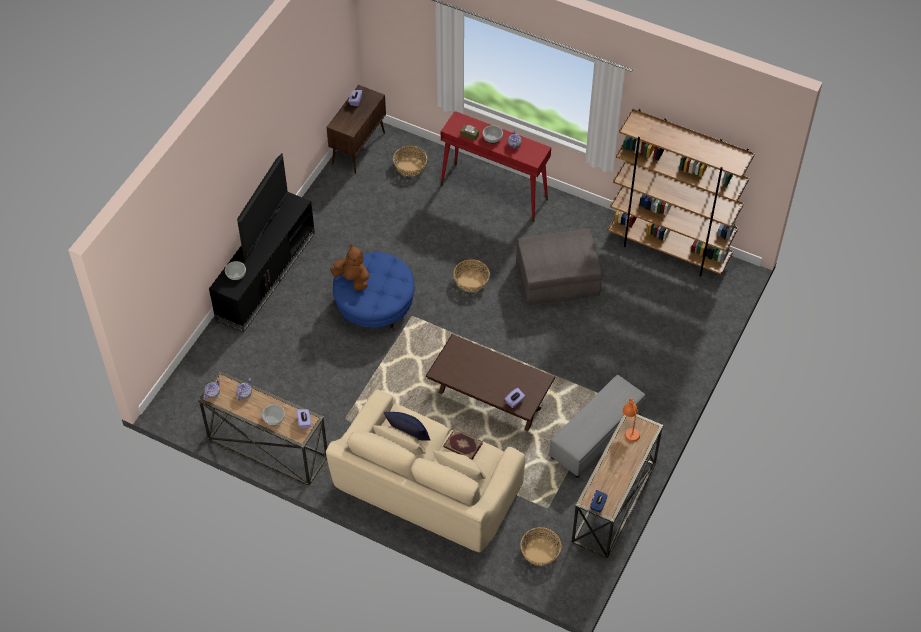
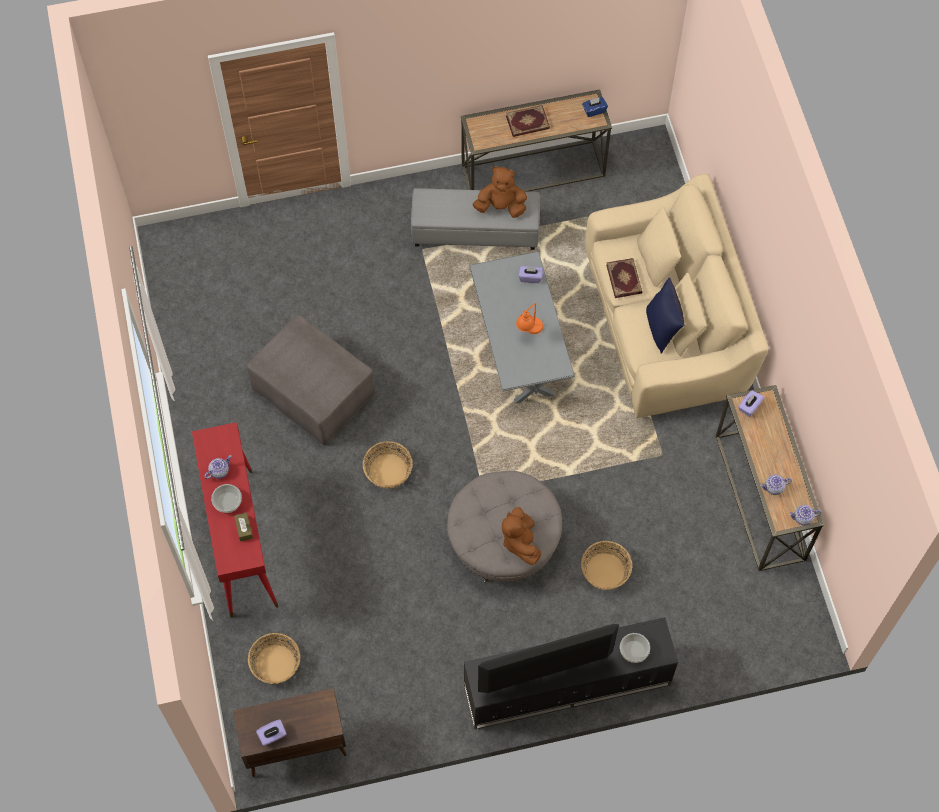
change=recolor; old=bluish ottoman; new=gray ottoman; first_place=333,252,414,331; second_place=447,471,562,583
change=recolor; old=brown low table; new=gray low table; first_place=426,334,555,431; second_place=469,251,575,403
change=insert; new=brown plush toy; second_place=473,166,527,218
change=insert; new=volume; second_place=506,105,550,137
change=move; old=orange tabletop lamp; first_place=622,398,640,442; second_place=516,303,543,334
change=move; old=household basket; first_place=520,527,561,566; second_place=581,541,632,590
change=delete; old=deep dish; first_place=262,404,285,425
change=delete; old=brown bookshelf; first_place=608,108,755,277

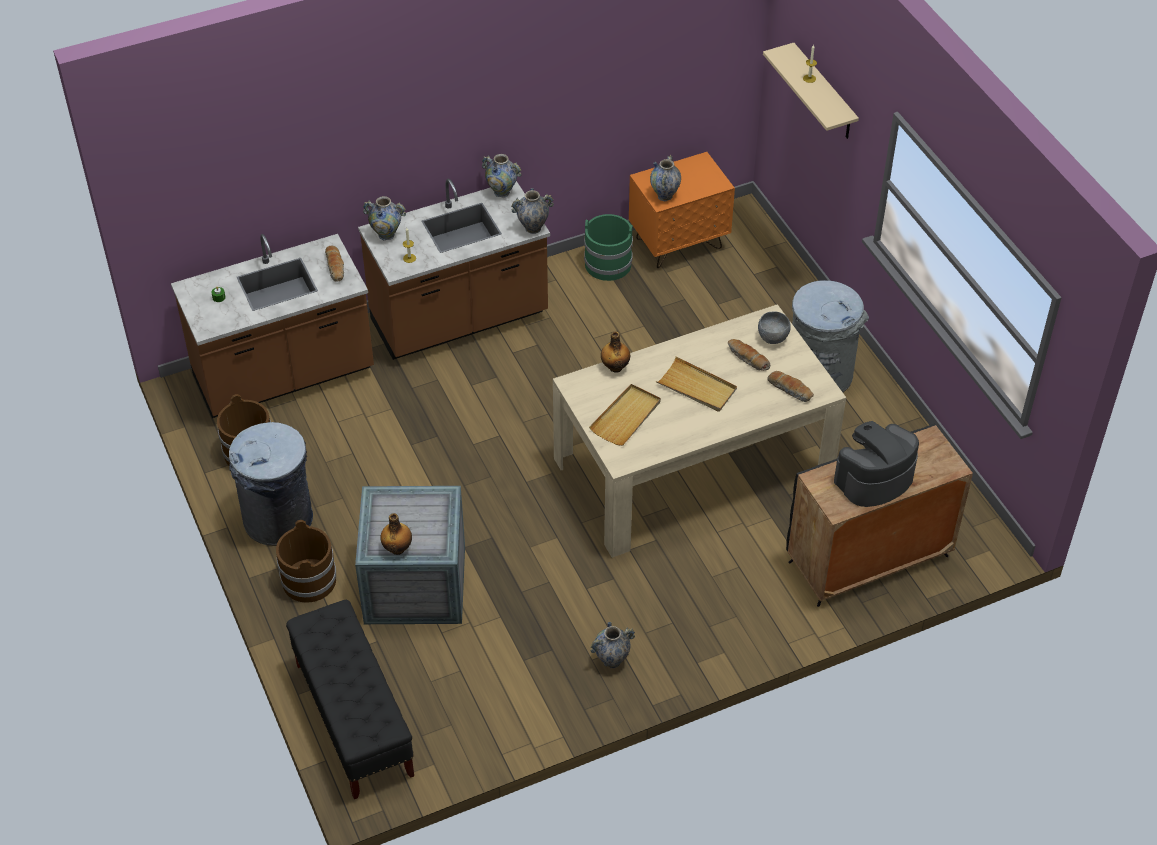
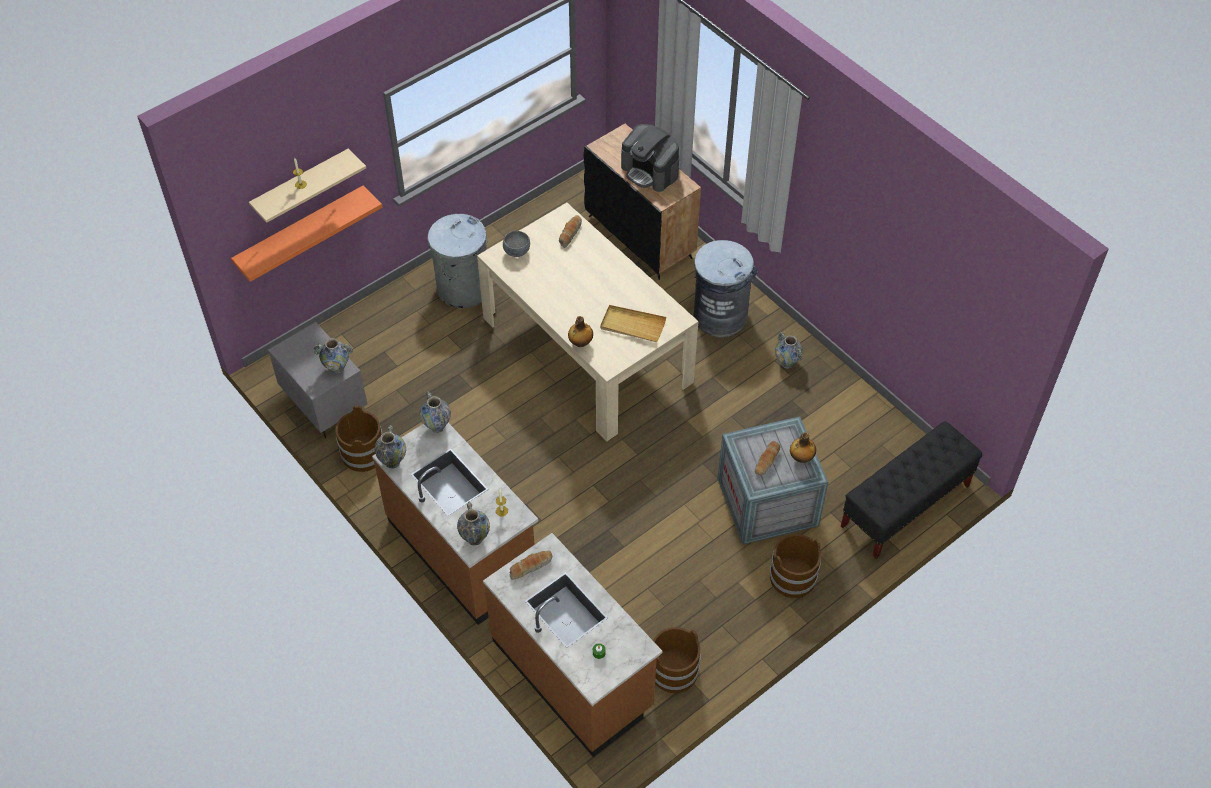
change=insert; new=orange bracket shelf; second_place=231,185,383,282
change=recolor; old=orange nightstand; new=gray nightstand; first_place=629,152,735,268; second_place=268,322,367,438
change=recolor; old=green water bucket; new=brown water bucket; first_place=584,214,633,281; second_place=335,406,383,472
change=move; old=gray trash can; first_place=229,422,313,546; second_place=694,240,758,337
change=move; old=bakery bread; first_place=728,339,770,371; second_place=755,441,780,475
change=delete; old=beige serving tray; first_place=656,357,737,412

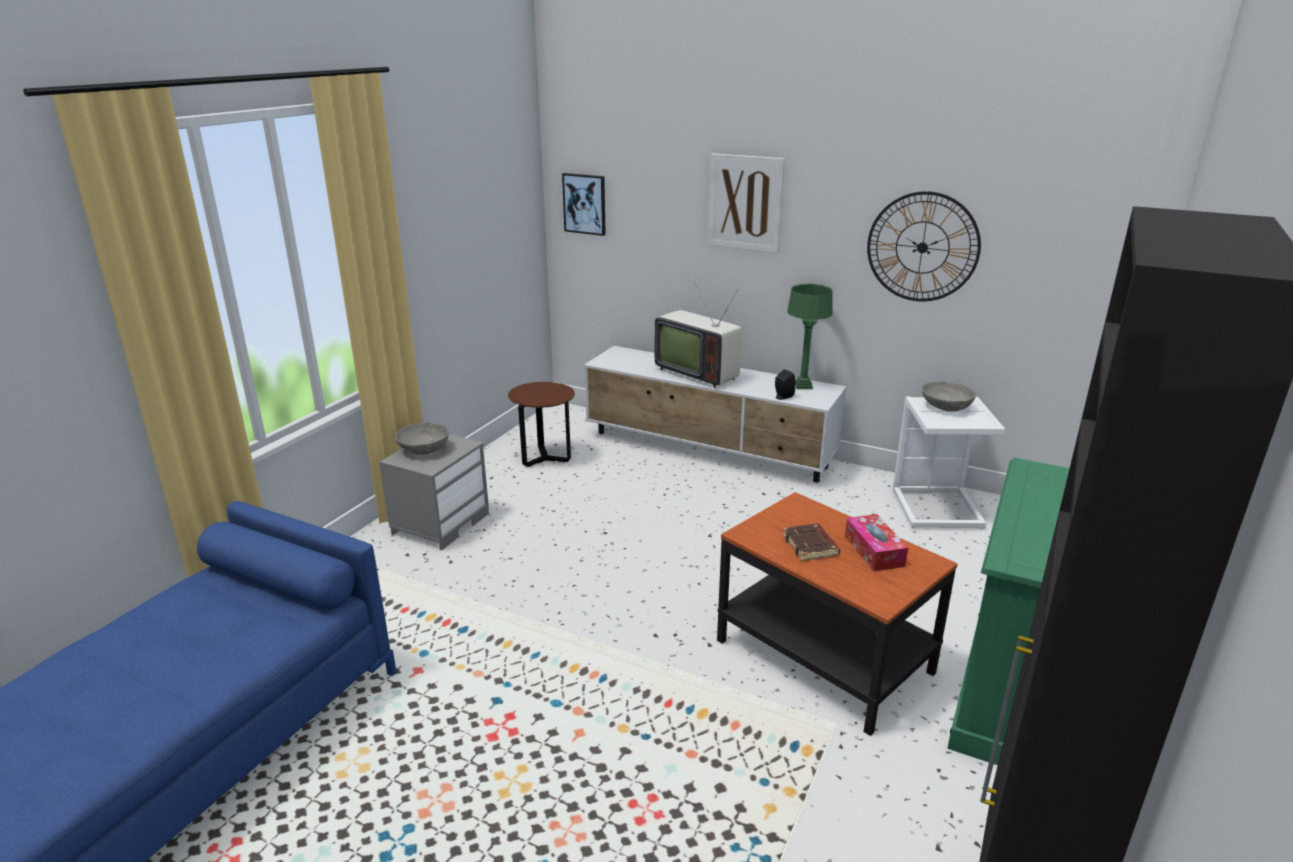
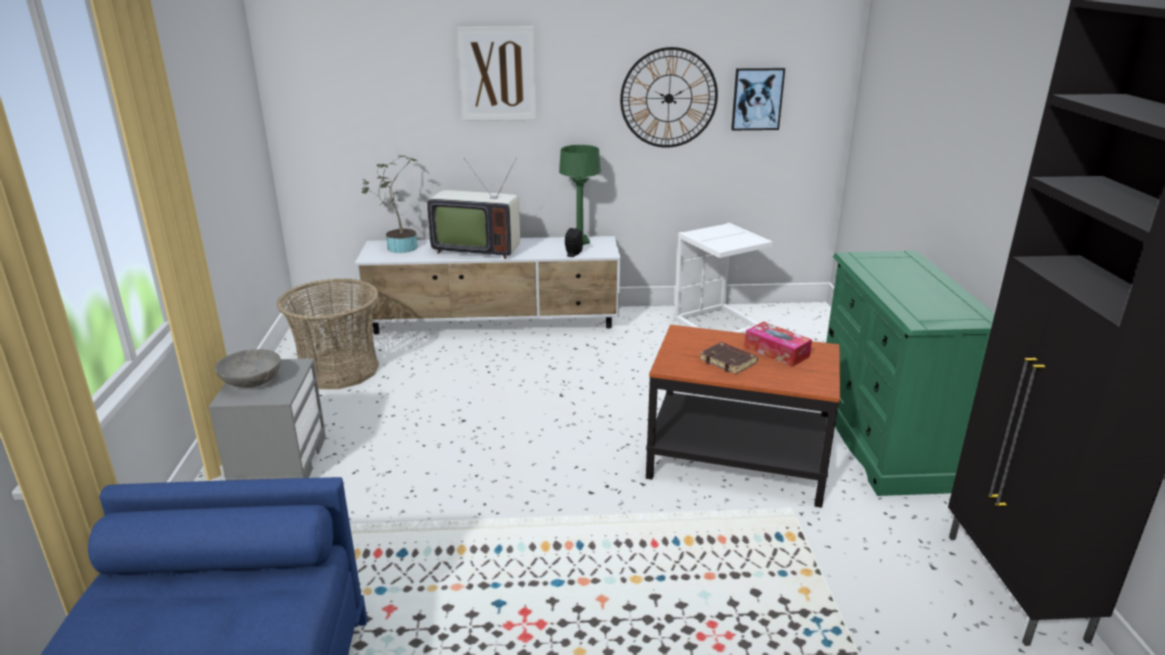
change=replace; old=brown accent table; new=household basket; first_place=508,382,575,467; second_place=277,278,379,389
change=insert; new=houseplant; second_place=362,155,418,253
change=move; old=wall art; first_place=562,173,606,236; second_place=731,68,785,130
change=delete; old=gray deep dish; first_place=922,381,976,412

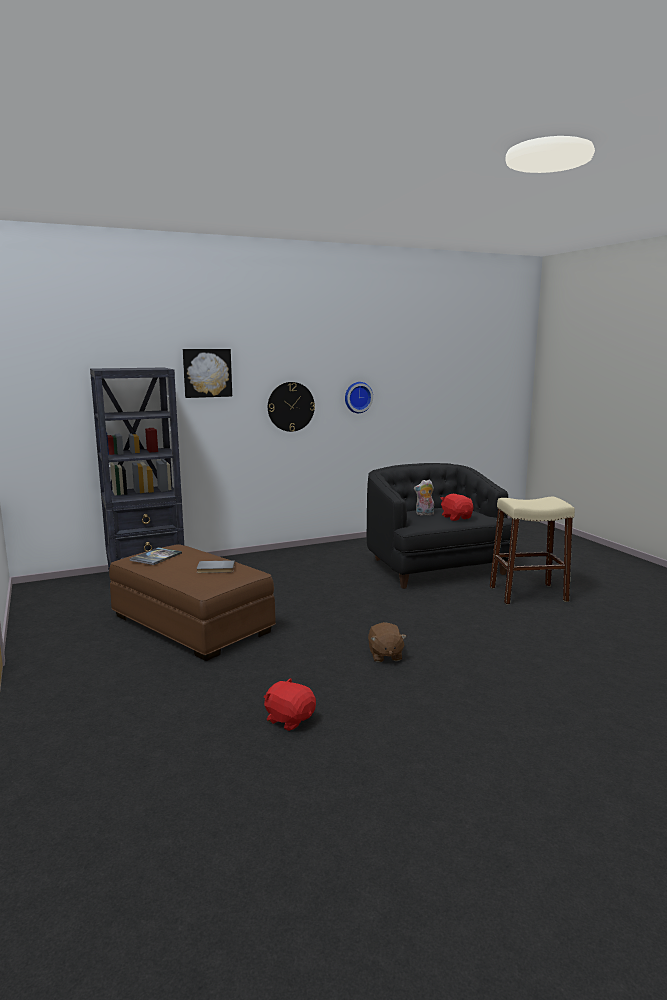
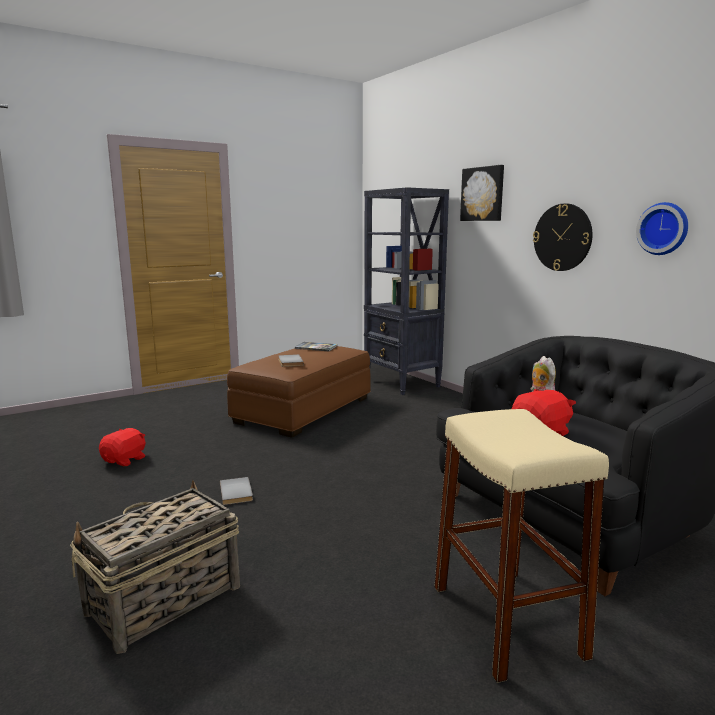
change=insert; new=household basket; second_place=70,480,240,654
change=replace; old=brown plush toy; new=gray volume; first_place=368,622,407,662; second_place=220,477,253,505

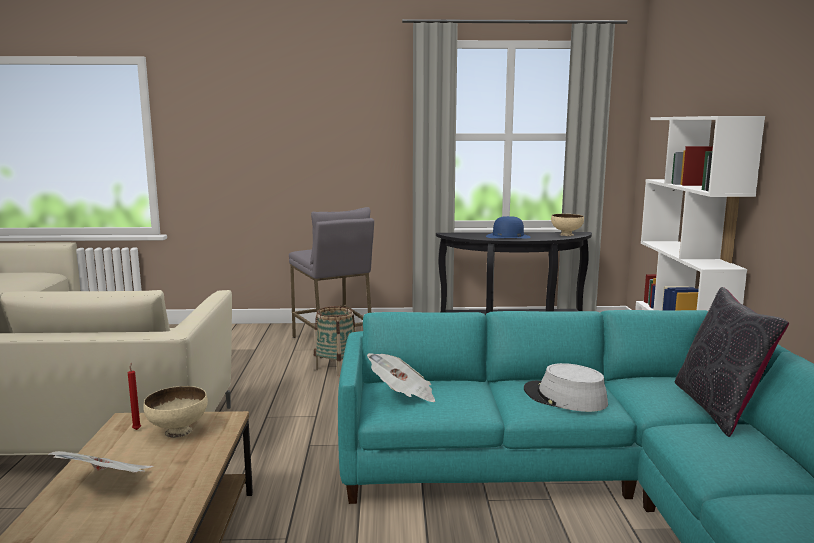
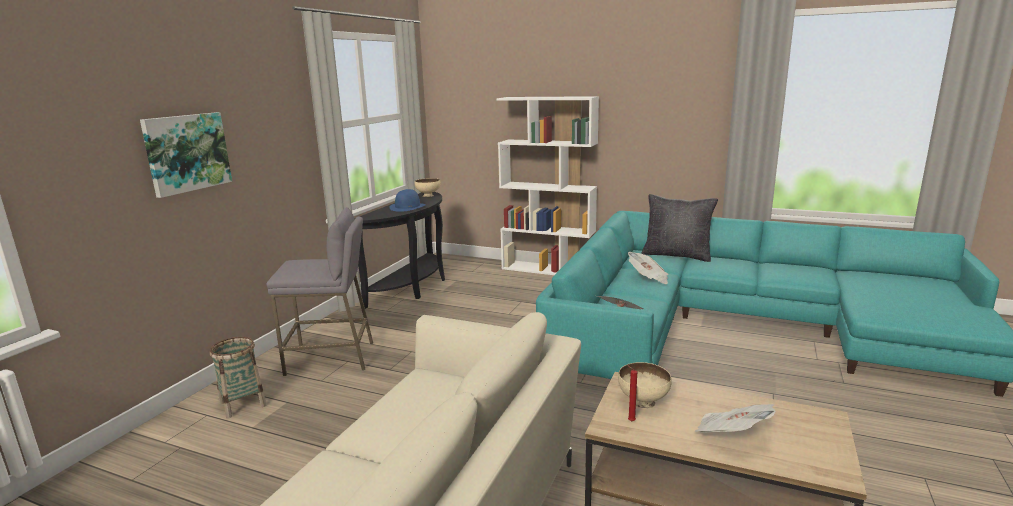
change=insert; new=wall art; second_place=140,112,232,198
change=move; old=household basket; first_place=313,306,356,376; second_place=210,337,266,419
change=replace; old=gray wearable hat; new=printed paper; first_place=524,363,608,412; second_place=628,252,668,284

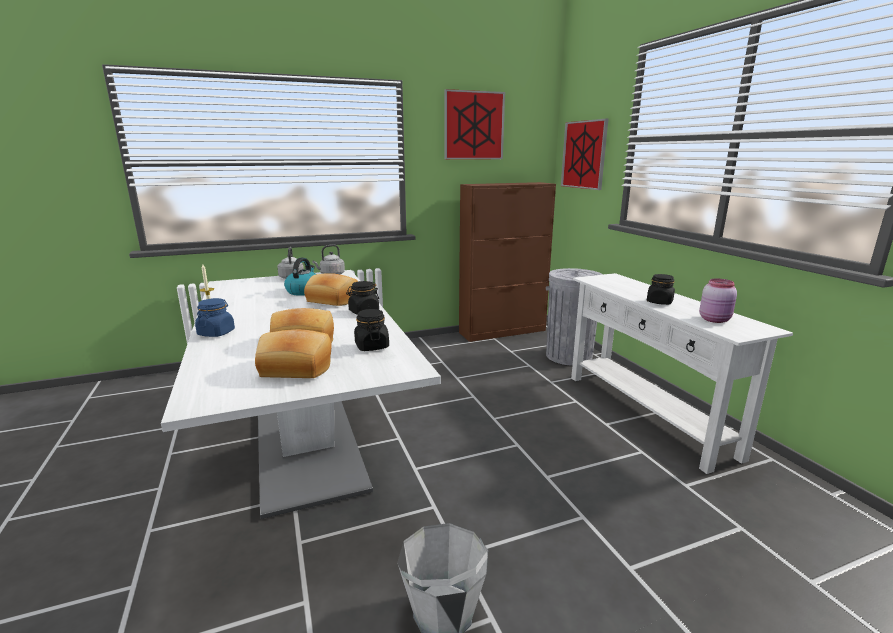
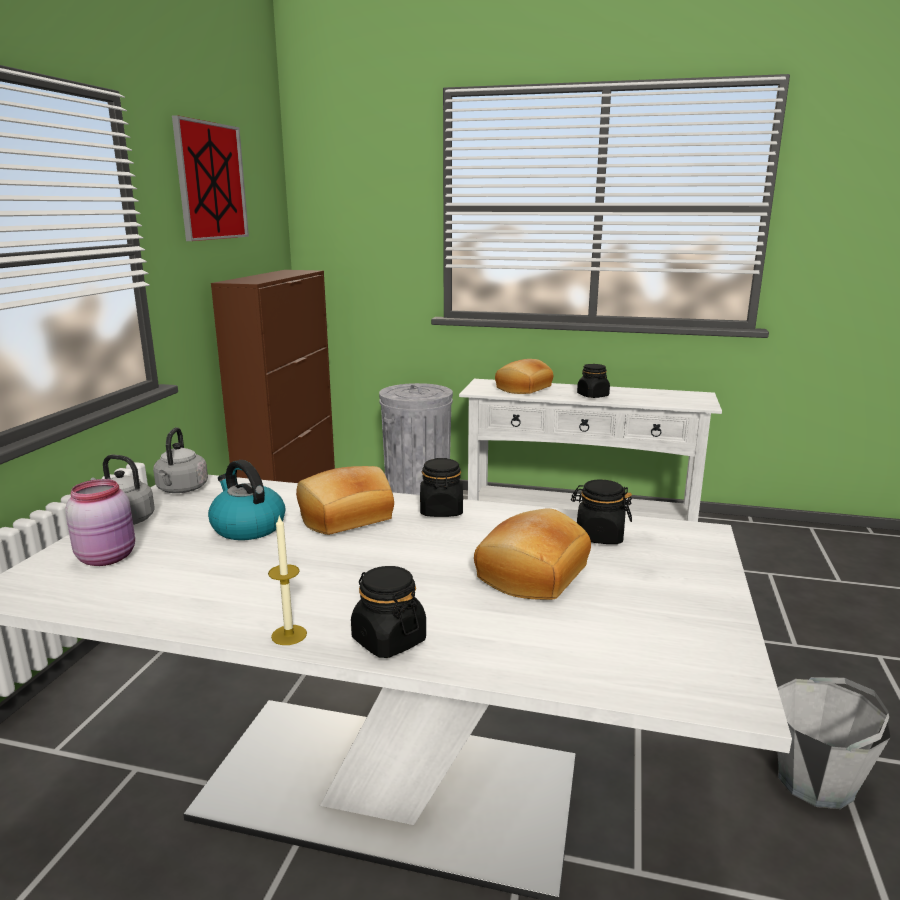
change=move; old=pink preserve jar; first_place=699,279,737,323; second_place=65,479,135,566
change=recolor; old=bluish preserve jar; new=black-coloured preserve jar; first_place=195,298,235,337; second_place=351,566,426,658
change=move; old=bakery bread; first_place=255,329,331,378; second_place=495,359,553,394
change=delete; old=wall art; first_place=561,119,608,190

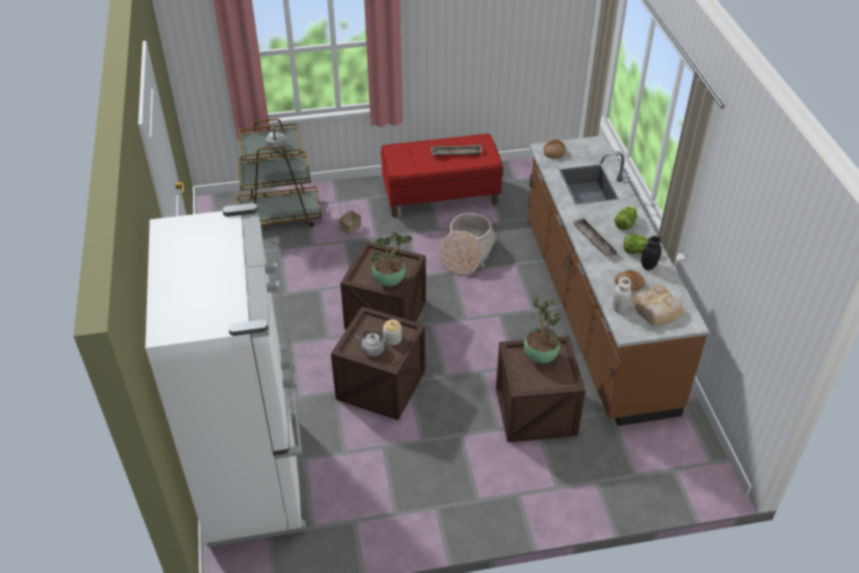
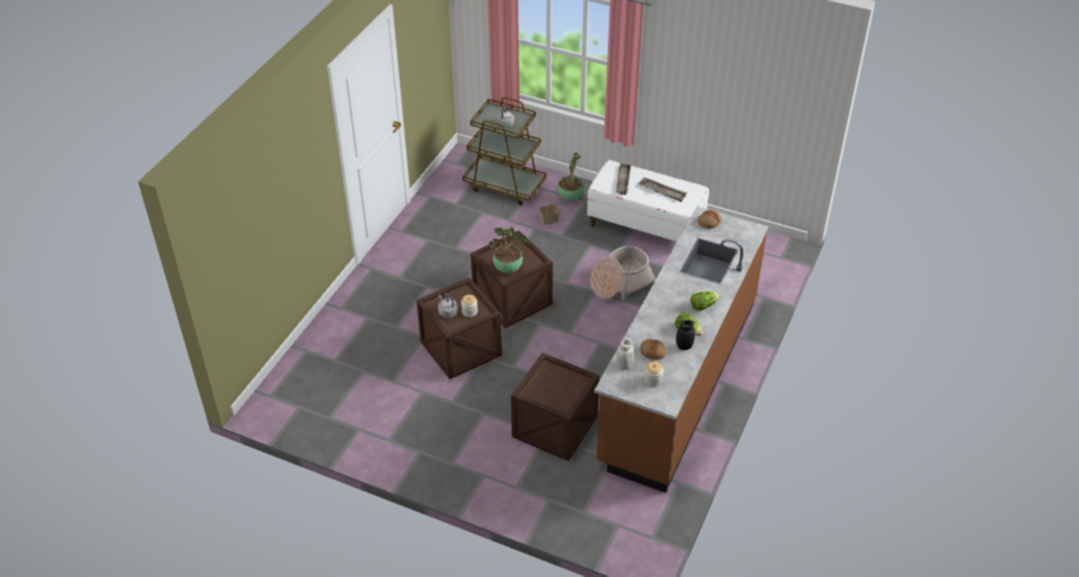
change=move; old=houseplant; first_place=524,298,562,363; second_place=557,153,584,201
change=recolor; old=red bench; new=white-coloured bench; first_place=381,134,503,217; second_place=587,160,709,241
change=move; old=serving tray; first_place=572,217,620,257; second_place=616,162,631,195
change=replace; old=bakery bread; new=preserve jar; first_place=632,284,683,325; second_place=644,362,663,387
change=delete; old=white-coloured fridge; first_place=145,203,307,547

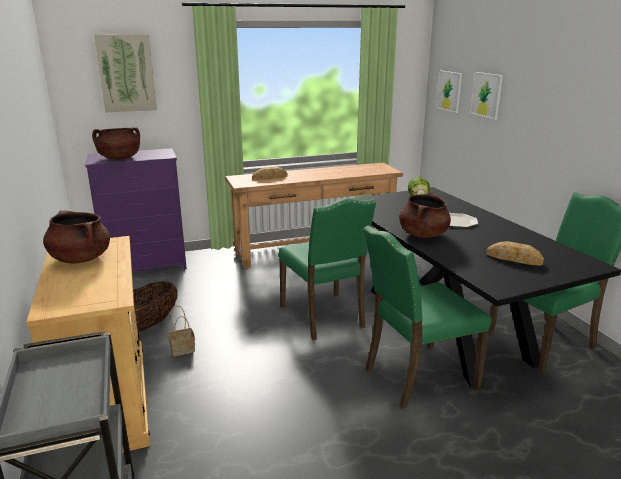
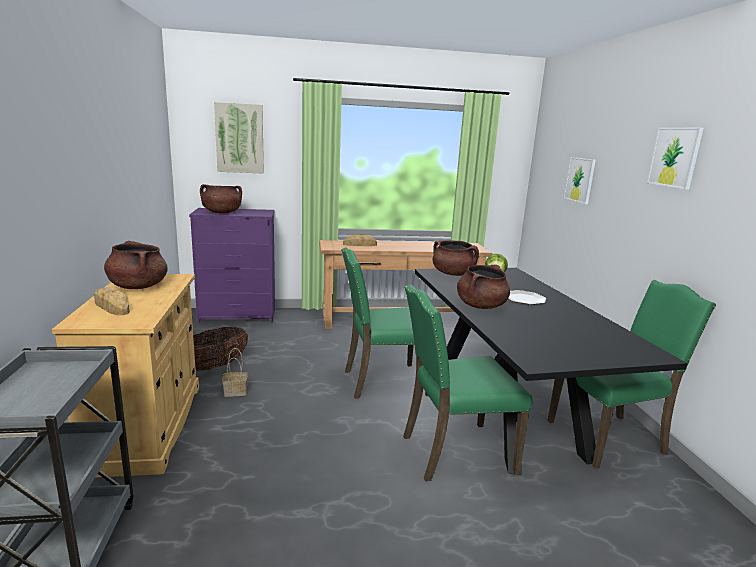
change=move; old=bakery bread; first_place=486,241,544,266; second_place=94,287,130,315
change=rotate; old=green plain chair; first_place=279,198,376,340; second_place=341,248,428,399; degrees=90
change=insert; new=brown stockpot; second_place=433,240,479,276
change=move; old=wall art; first_place=436,70,462,113; second_place=647,128,704,190

